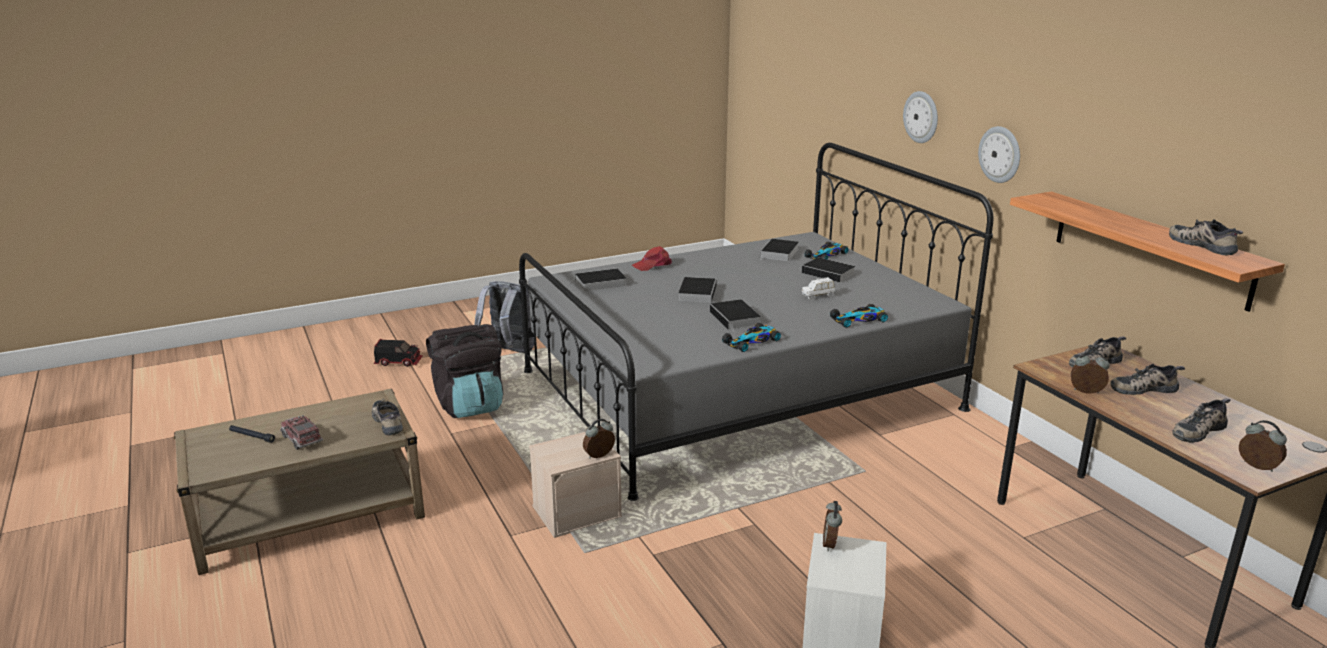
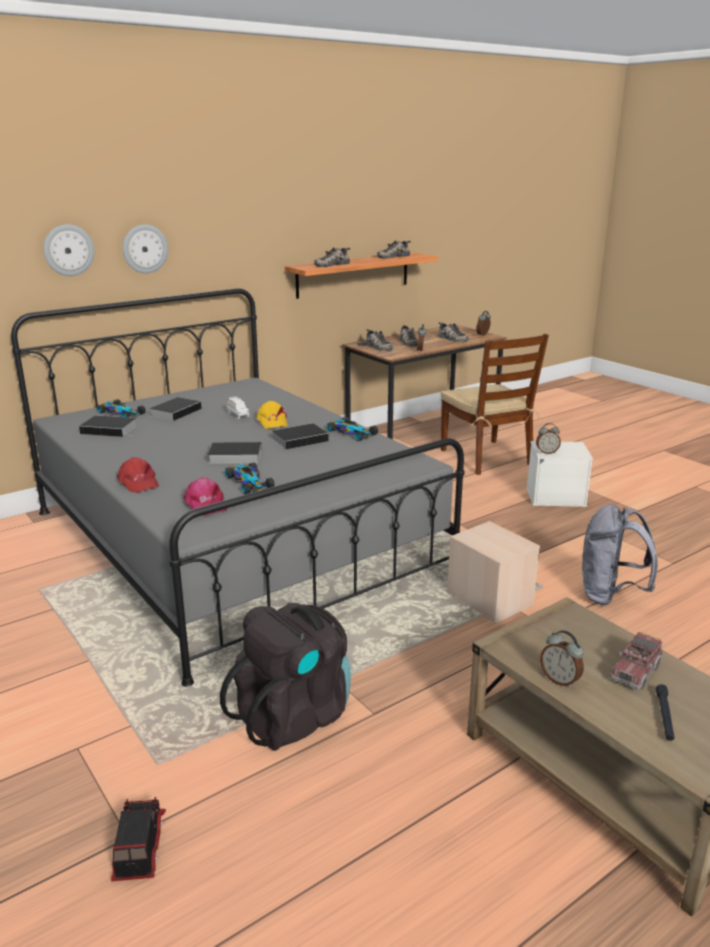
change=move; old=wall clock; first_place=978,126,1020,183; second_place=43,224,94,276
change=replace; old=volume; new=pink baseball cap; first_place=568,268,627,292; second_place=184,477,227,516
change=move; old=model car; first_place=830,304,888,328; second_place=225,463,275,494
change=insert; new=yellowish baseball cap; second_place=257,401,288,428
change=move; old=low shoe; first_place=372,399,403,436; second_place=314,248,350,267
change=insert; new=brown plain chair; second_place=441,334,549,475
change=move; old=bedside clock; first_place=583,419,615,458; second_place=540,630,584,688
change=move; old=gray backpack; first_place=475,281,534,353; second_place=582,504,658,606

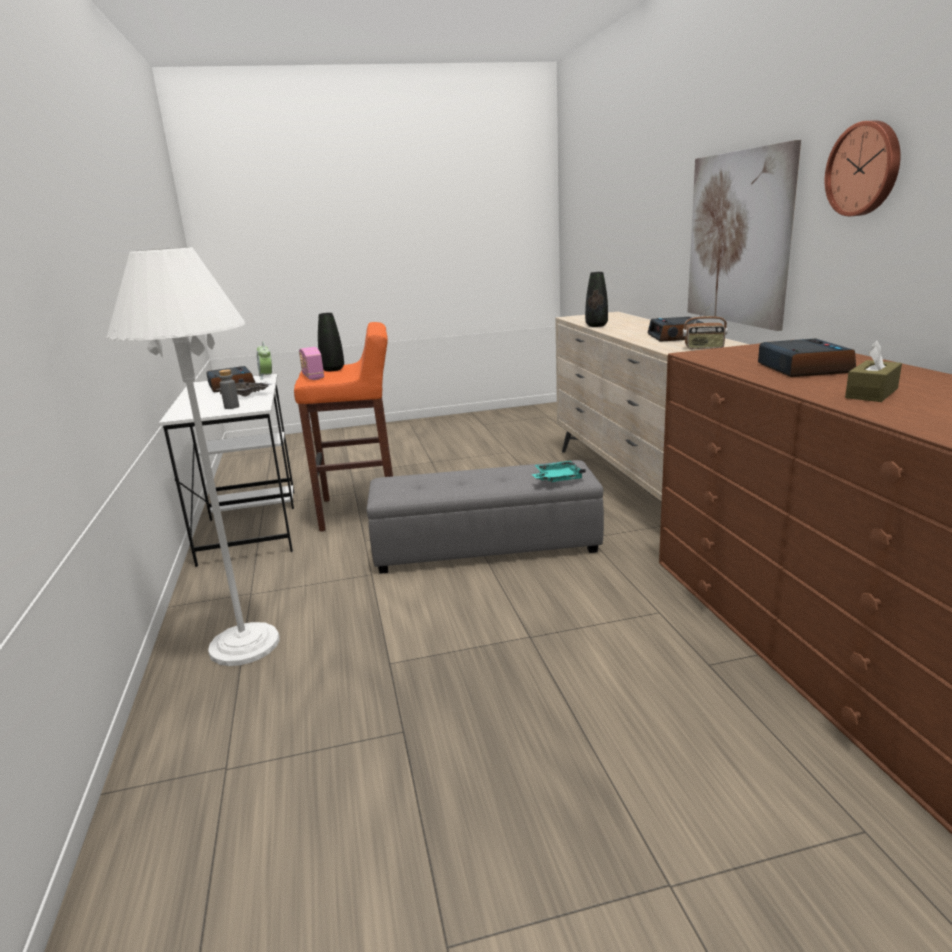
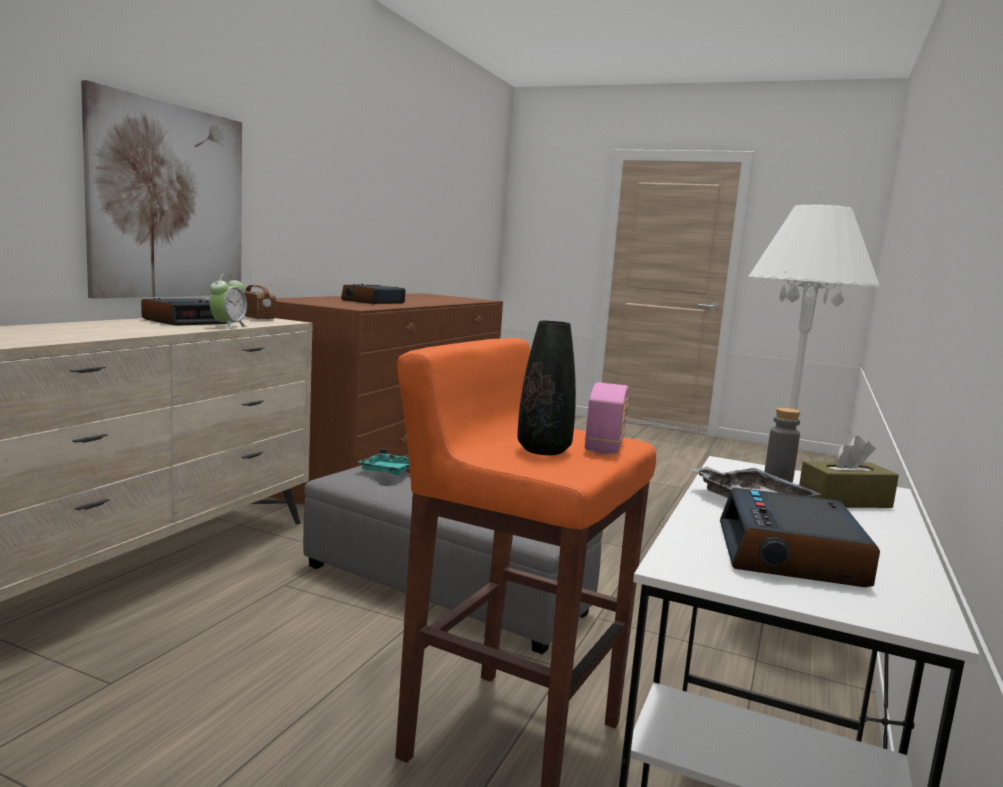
change=move; old=bedside clock; first_place=257,342,272,380; second_place=210,274,247,329
change=move; old=brown tissue box; first_place=845,341,902,402; second_place=799,436,899,508
change=delete; old=black-coloured decorative vase; first_place=585,272,608,327
change=delete; old=wall clock; first_place=825,121,900,216

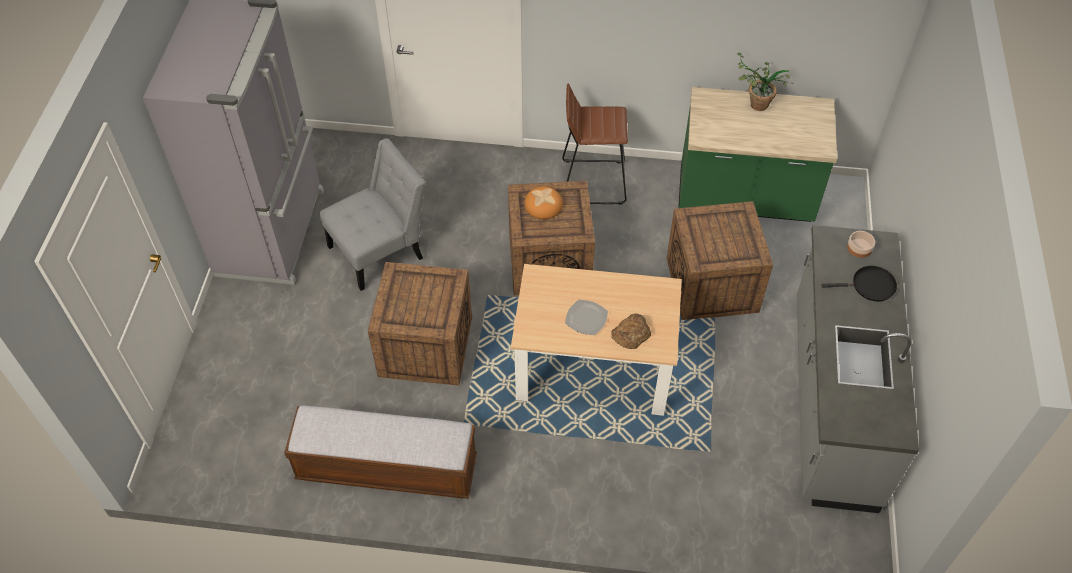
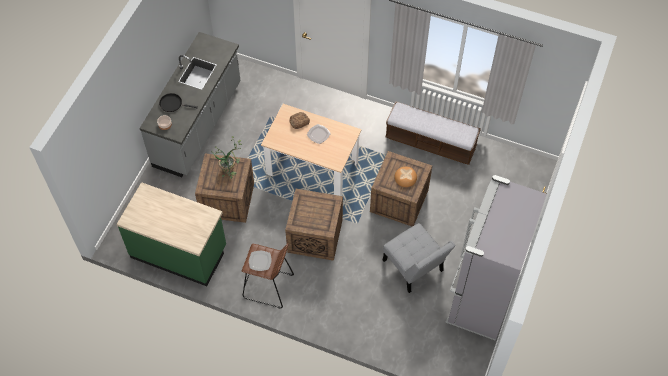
change=move; old=houseplant; first_place=737,53,794,111; second_place=211,136,242,179
change=insert; new=plate; second_place=249,251,272,271
change=rotate; old=gray plain chair; first_place=320,138,426,291; second_place=383,223,456,293; degrees=-105
change=move; old=bakery bread; first_place=524,186,563,219; second_place=394,167,417,187

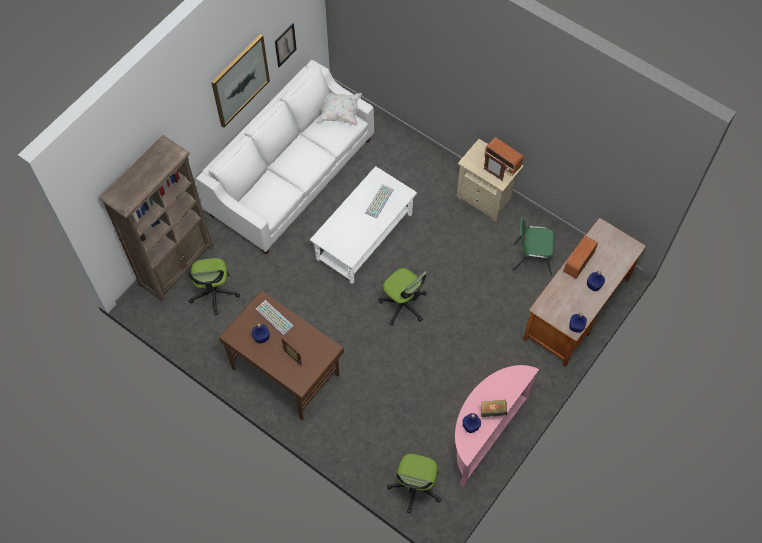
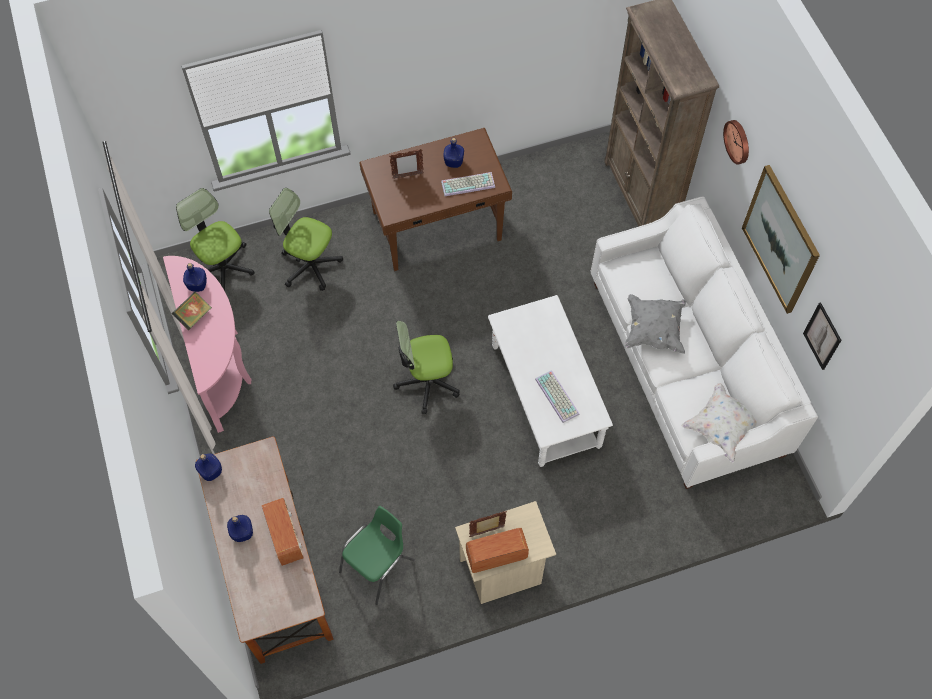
change=move; old=computer chair; first_place=189,258,240,315; second_place=269,188,343,291
change=insert; new=gray throw pillow; second_place=624,294,686,354
change=insert; new=wall clock; second_place=723,120,749,165

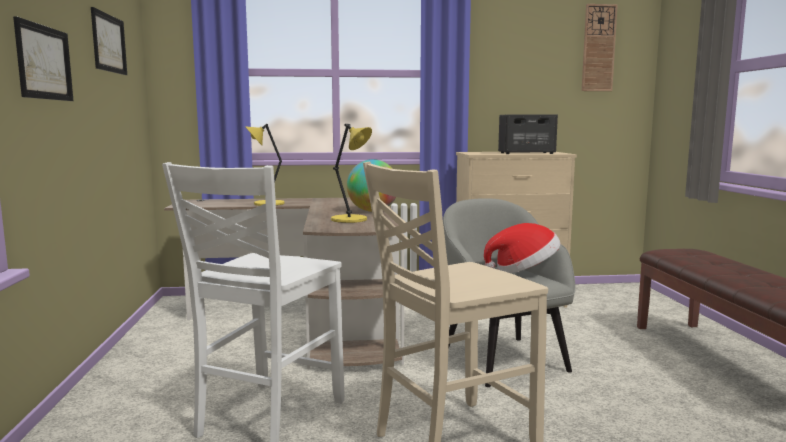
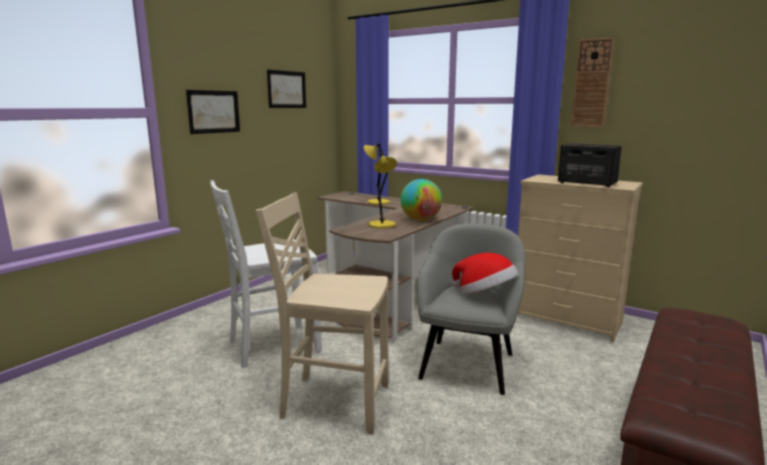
change=move; old=wall clock; first_place=582,4,618,91; second_place=571,37,614,127

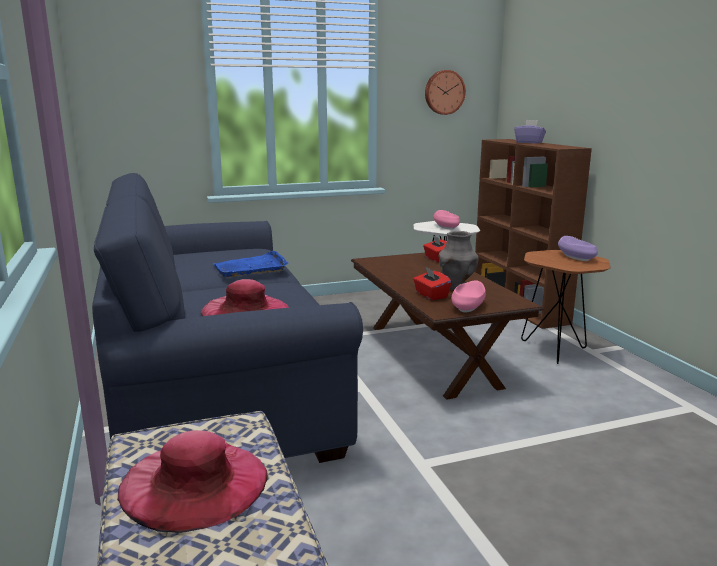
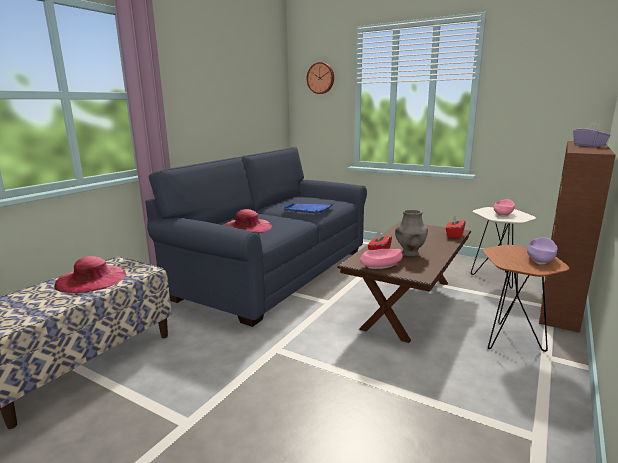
change=move; old=wall clock; first_place=425,70,466,115; second_place=307,62,334,94

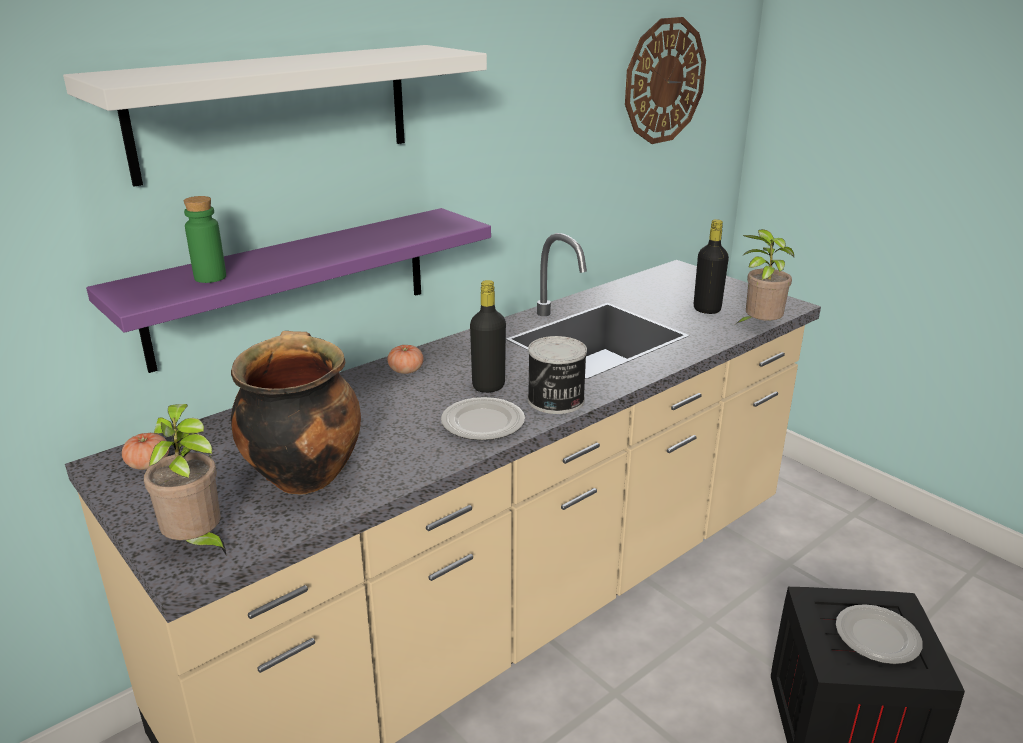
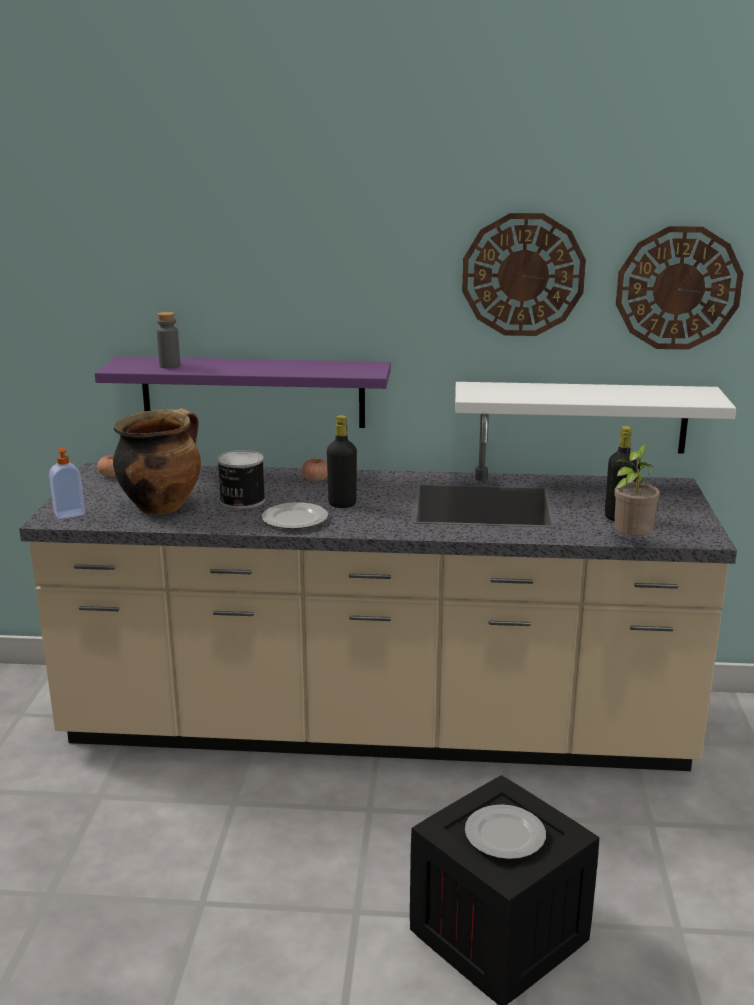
change=replace; old=houseplant; new=soap dispenser; first_place=144,404,227,556; second_place=49,447,85,519
change=recolor; old=green beverage bottle; new=gray beverage bottle; first_place=184,196,226,283; second_place=157,312,180,369
change=move; old=sealed can; first_place=528,336,587,414; second_place=217,450,265,509
change=move; old=white-coloured bracket shelf; first_place=63,45,487,187; second_place=455,382,736,454
change=insert; new=wall clock; second_place=462,213,586,336

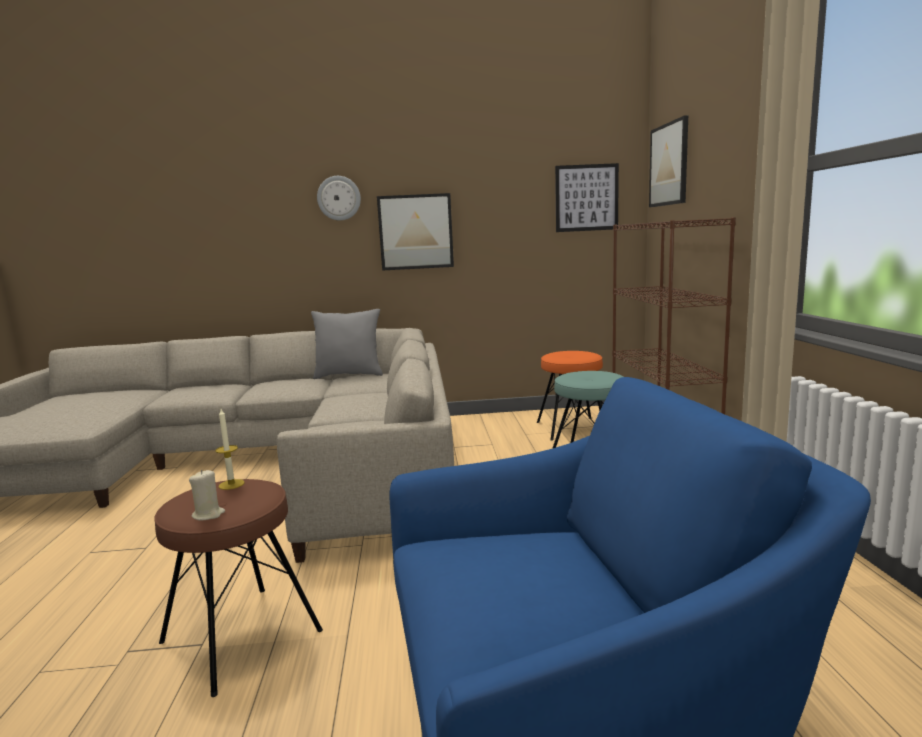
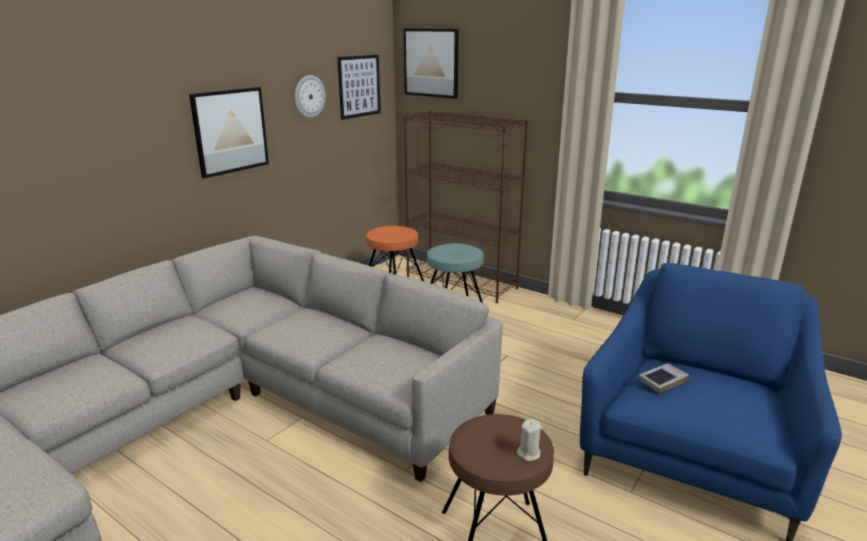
change=move; old=wall clock; first_place=317,176,361,221; second_place=295,75,326,118
change=insert; new=volume; second_place=638,363,689,393
change=delete; old=wax candle; first_place=215,409,245,490
change=delete; old=gray throw pillow; first_place=311,309,383,379

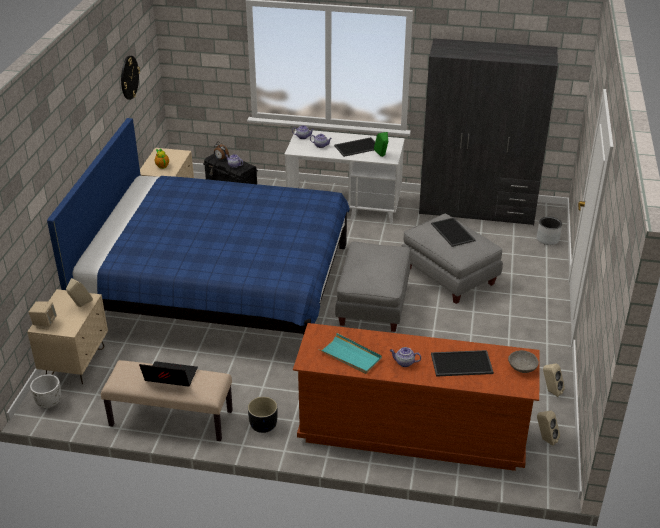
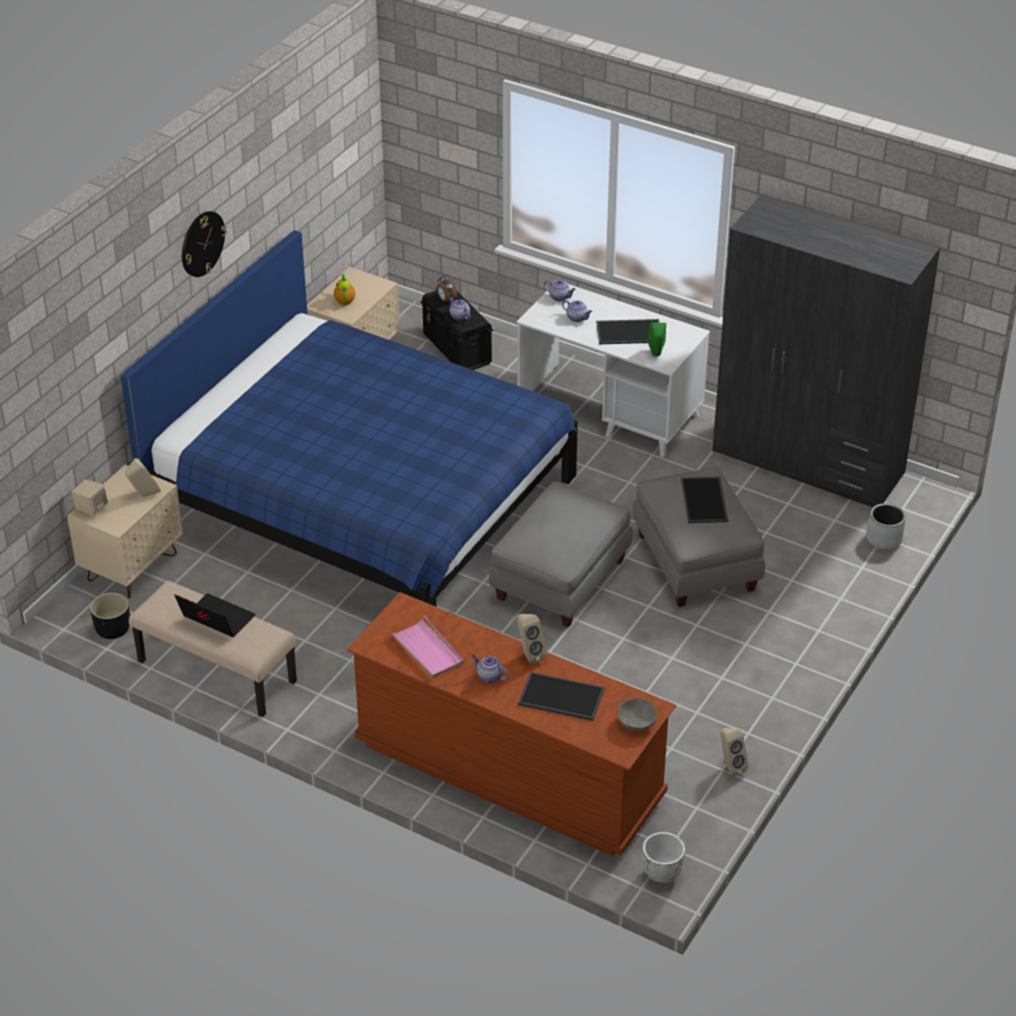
change=move; old=black-coloured flower pot; first_place=248,396,277,433; second_place=90,593,130,639
change=move; old=wall clock; first_place=121,56,140,100; second_place=182,211,227,277
change=recolor; old=blue-green serving tray; new=pink serving tray; first_place=319,333,382,374; second_place=390,615,464,679
change=move; old=beige speaker; first_place=537,411,560,446; second_place=517,614,547,664
change=move; old=white-coloured flower pot; first_place=30,374,61,408; second_place=642,832,685,883

